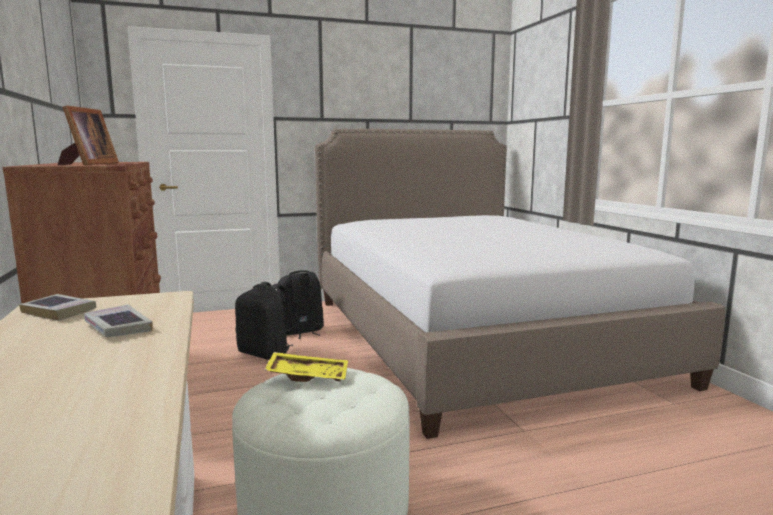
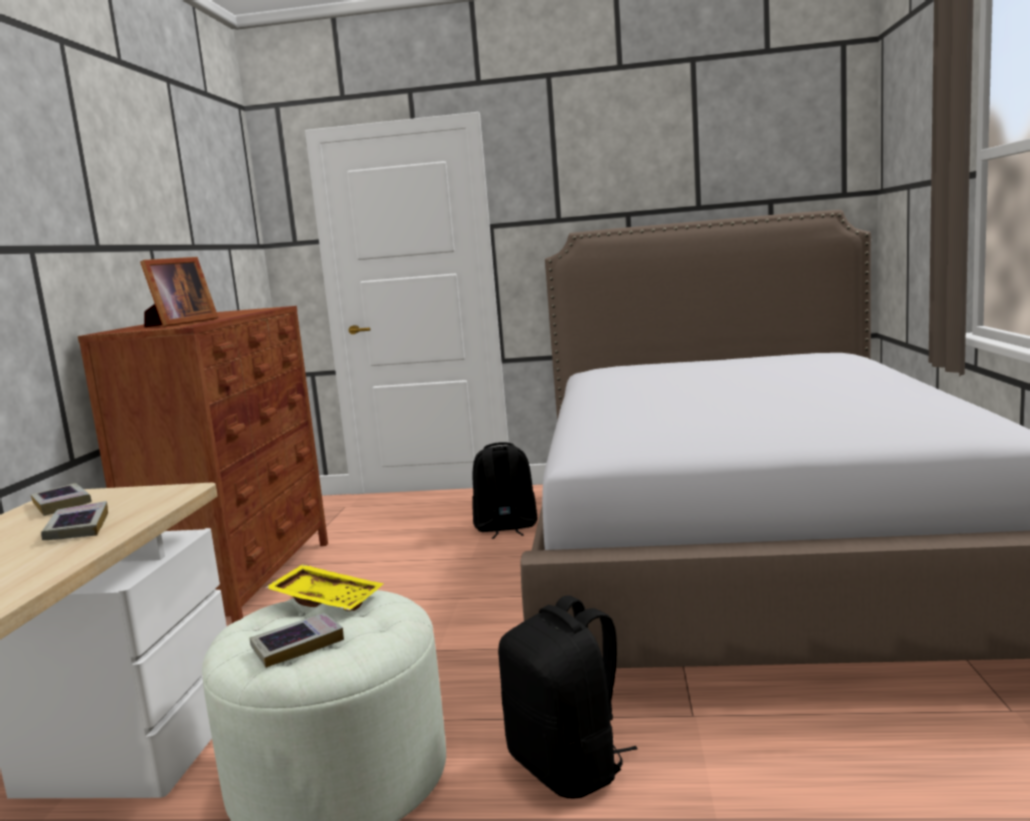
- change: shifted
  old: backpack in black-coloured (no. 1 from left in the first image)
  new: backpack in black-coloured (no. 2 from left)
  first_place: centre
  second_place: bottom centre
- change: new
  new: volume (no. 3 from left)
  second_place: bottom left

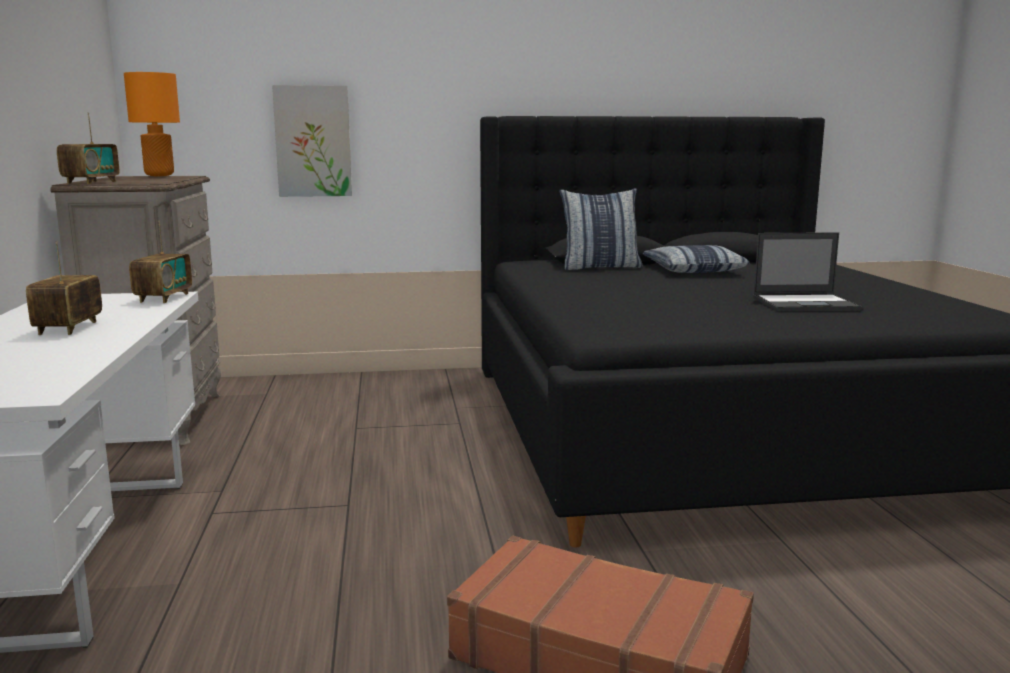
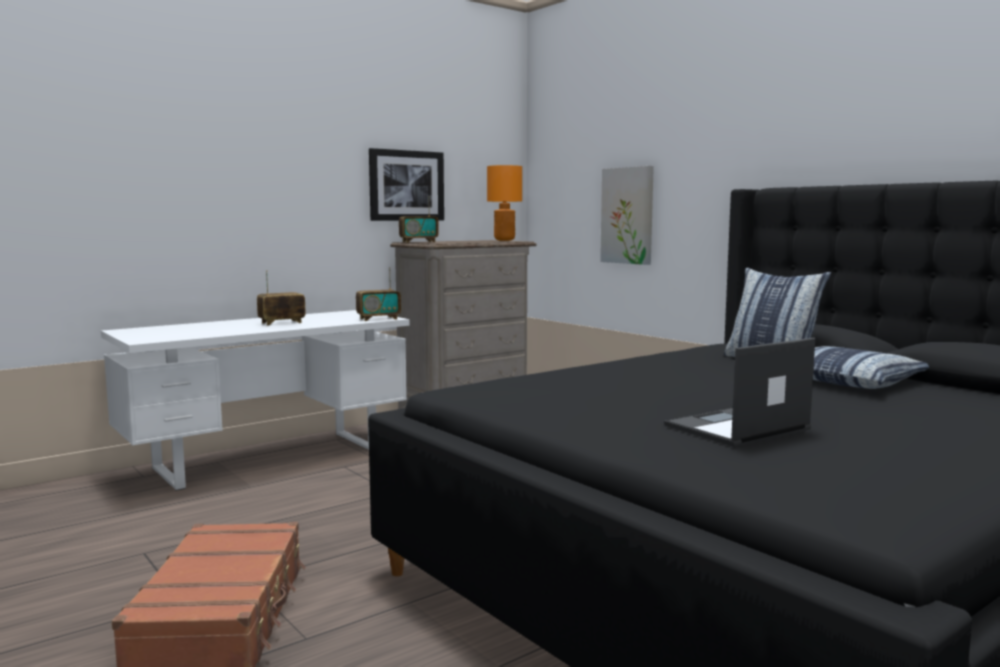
- change: rotated
  old: notebook computer
  first_place: middle right
  second_place: middle right
  degrees: 90
- change: new
  new: picture (no. 1 from left)
  second_place: top centre

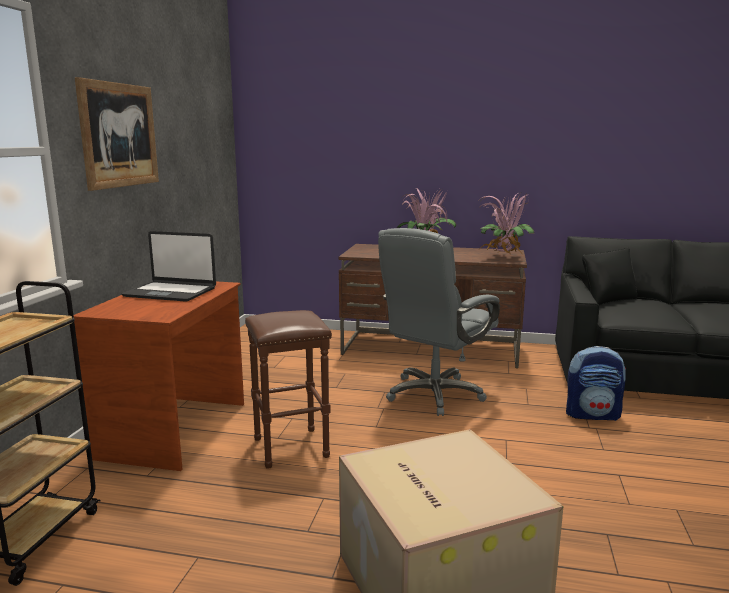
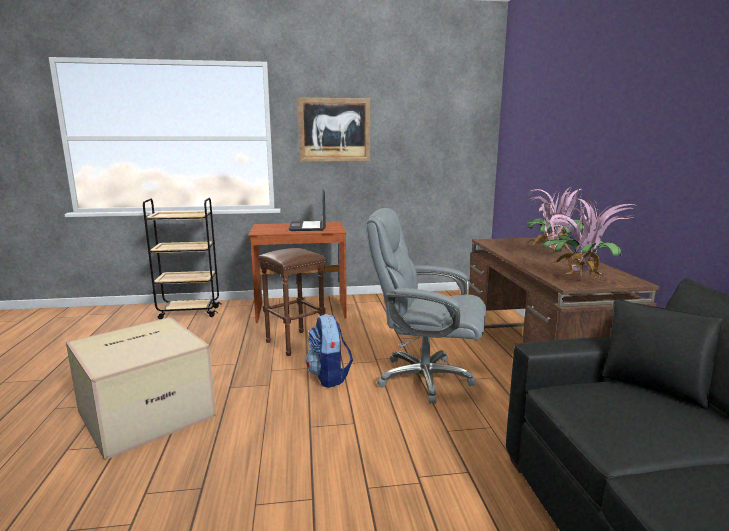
- change: shifted
  old: backpack
  first_place: middle right
  second_place: centre

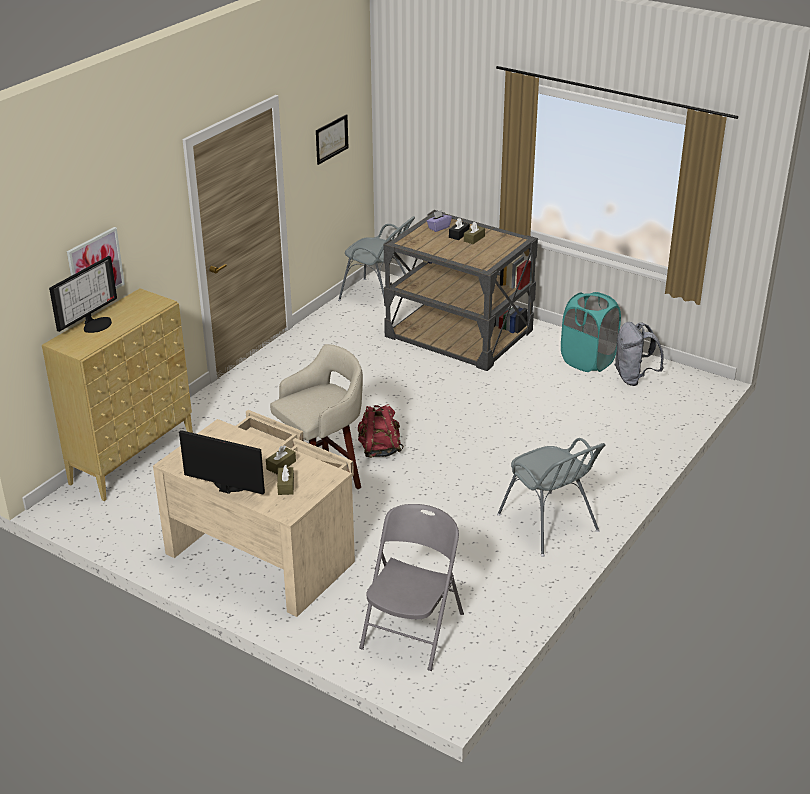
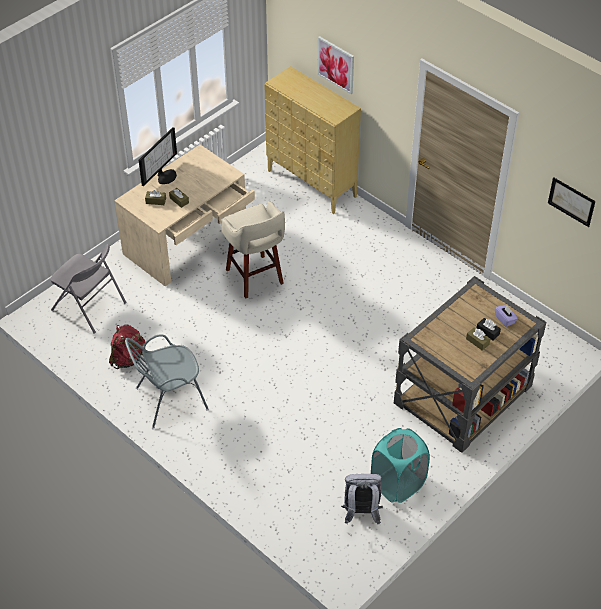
- change: gone
  old: plain chair in greyish (no. 1 from left)
  first_place: top centre
- change: gone
  old: monitor (no. 1 from left)
  first_place: middle left
- change: shifted
  old: backpack in reddish
  first_place: centre
  second_place: middle left

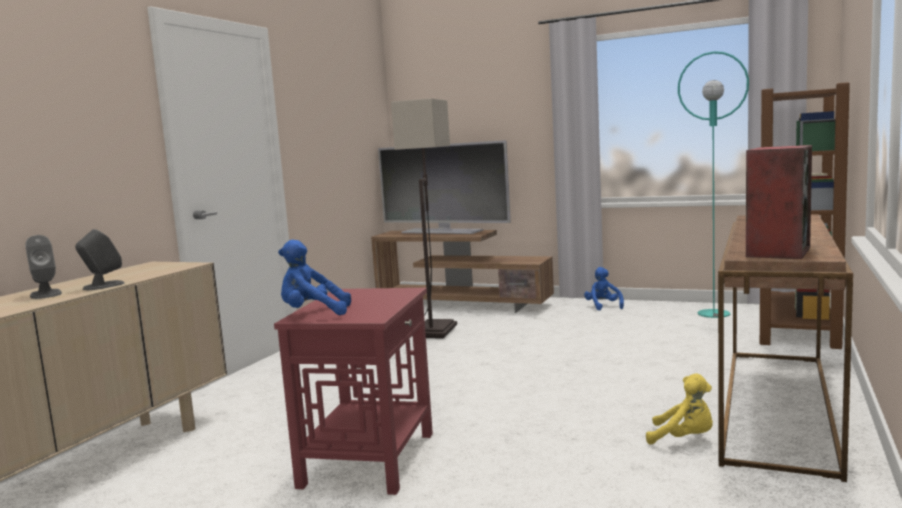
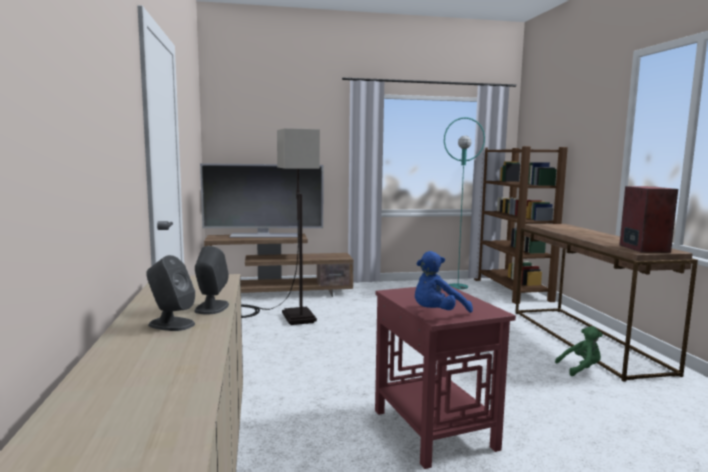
- change: gone
  old: plush toy in blue-coloured (no. 2 from left)
  first_place: middle right
- change: repainted
  old: plush toy in yellow
  new: plush toy in green
  first_place: bottom right
  second_place: bottom right

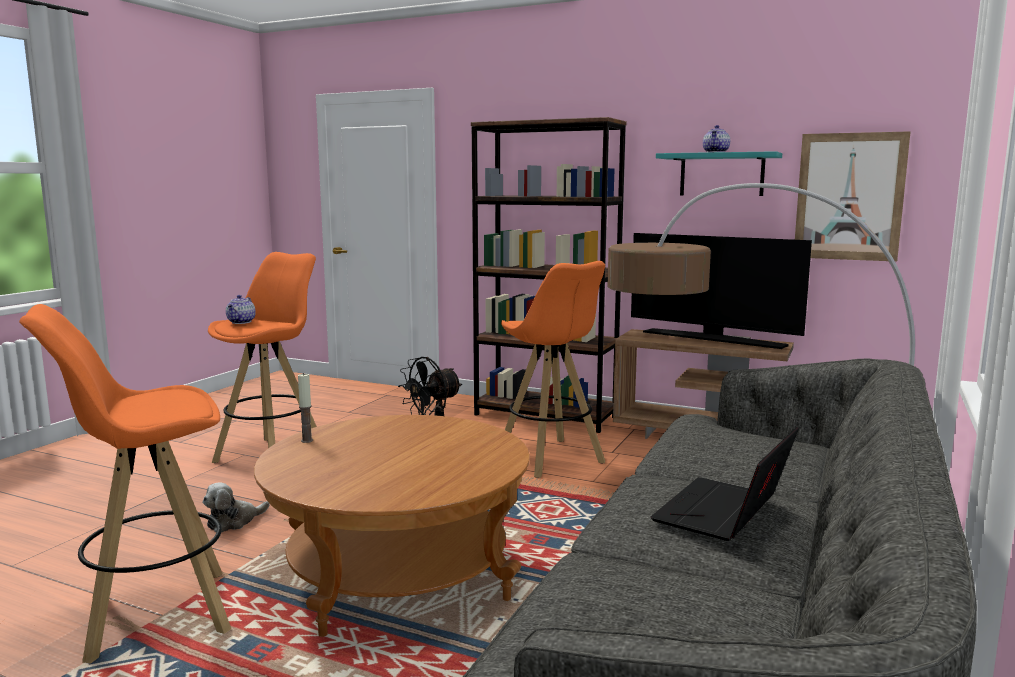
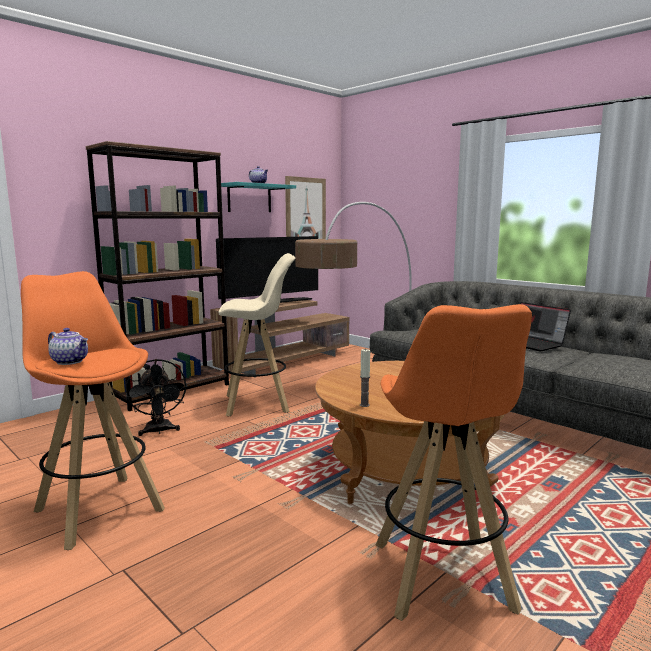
- change: repainted
  old: sitting stool in orange (no. 3 from left)
  new: sitting stool in sand-coloured
  first_place: centre
  second_place: centre
- change: gone
  old: plush toy
  first_place: bottom left

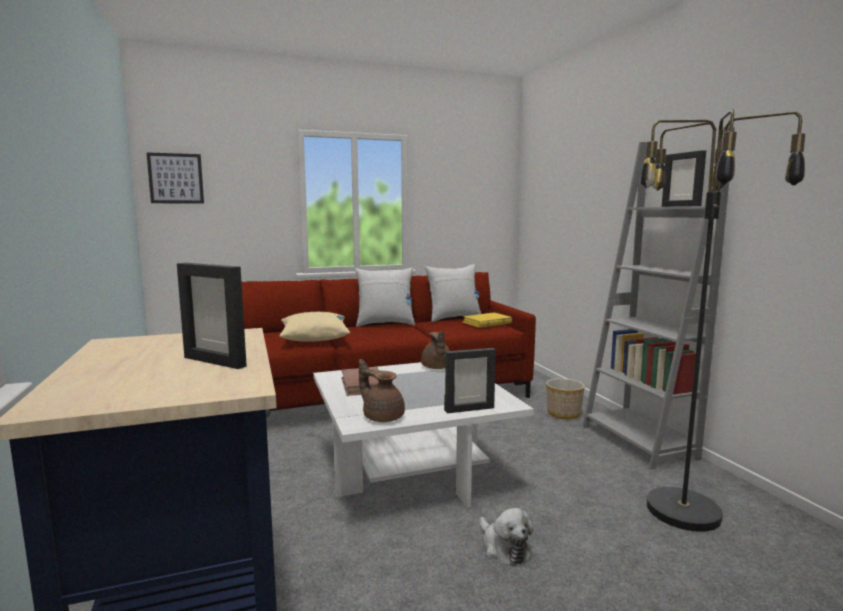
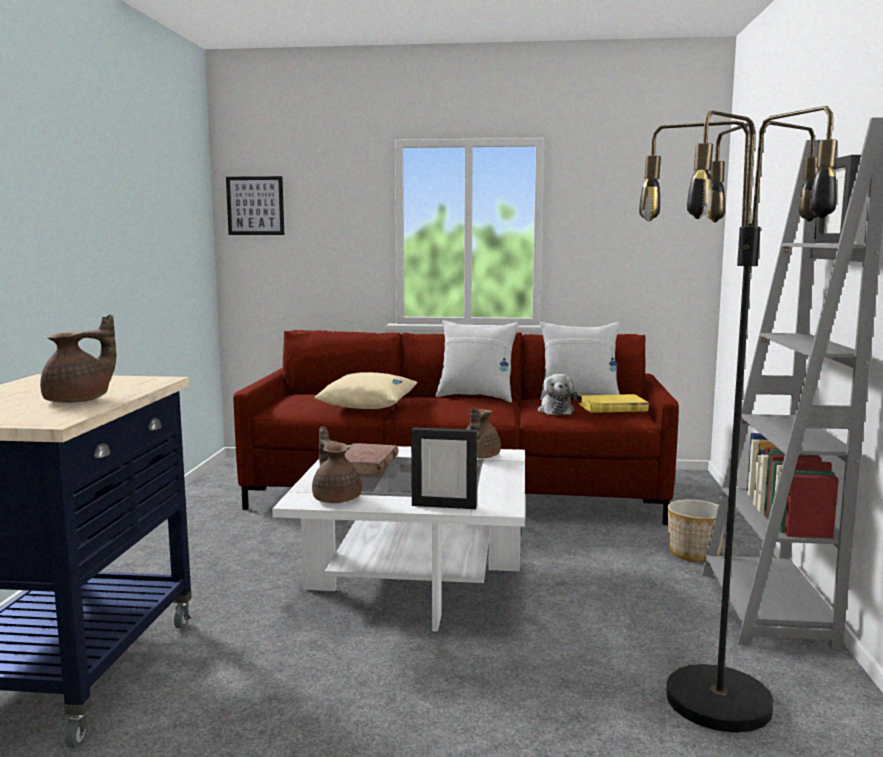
- change: swapped
  old: standing frame (no. 1 from left)
  new: tea pot in brownish (no. 1 from left)
  first_place: middle left
  second_place: middle left
- change: shifted
  old: plush toy
  first_place: bottom centre
  second_place: centre

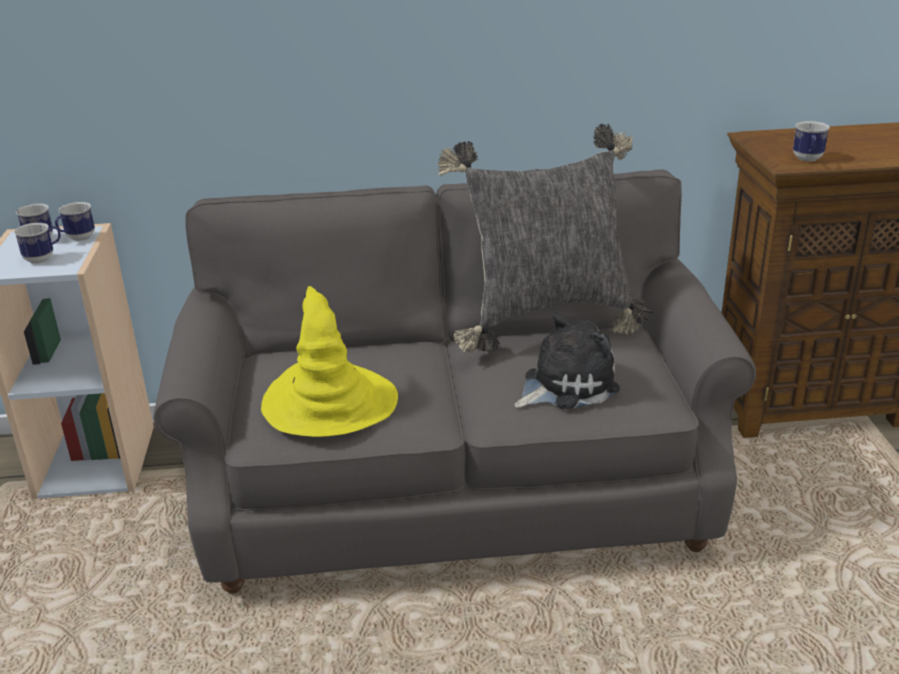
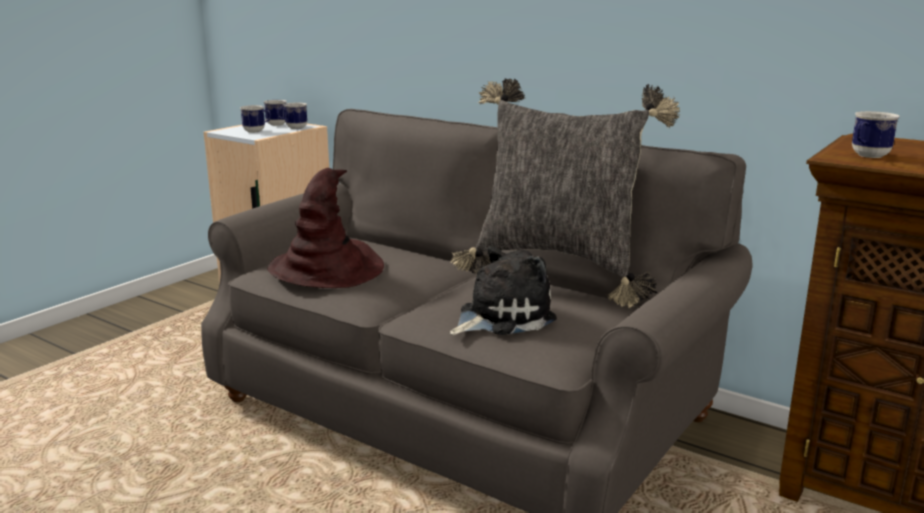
- change: repainted
  old: wearable hat in yellow
  new: wearable hat in brownish
  first_place: centre
  second_place: centre
- change: rotated
  old: plush toy
  first_place: centre
  second_place: centre
  degrees: -45

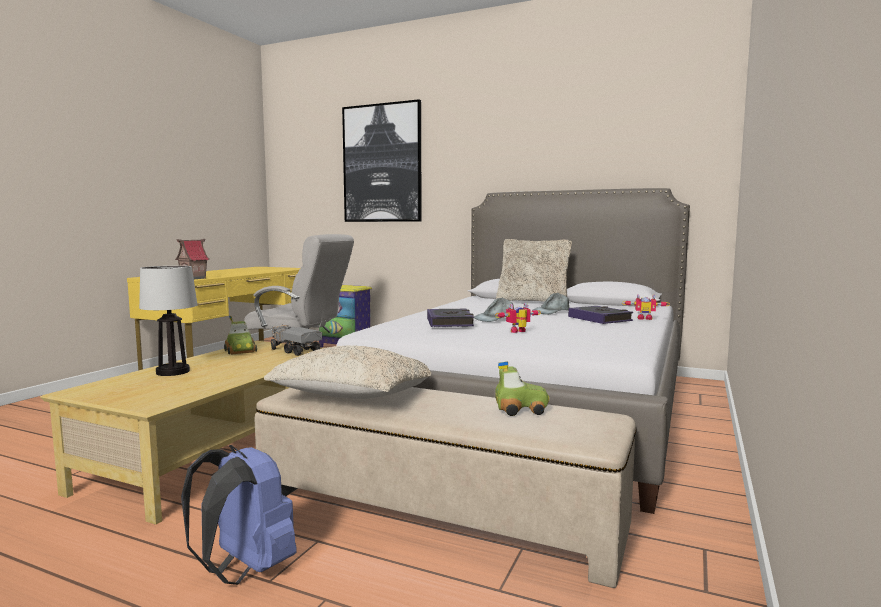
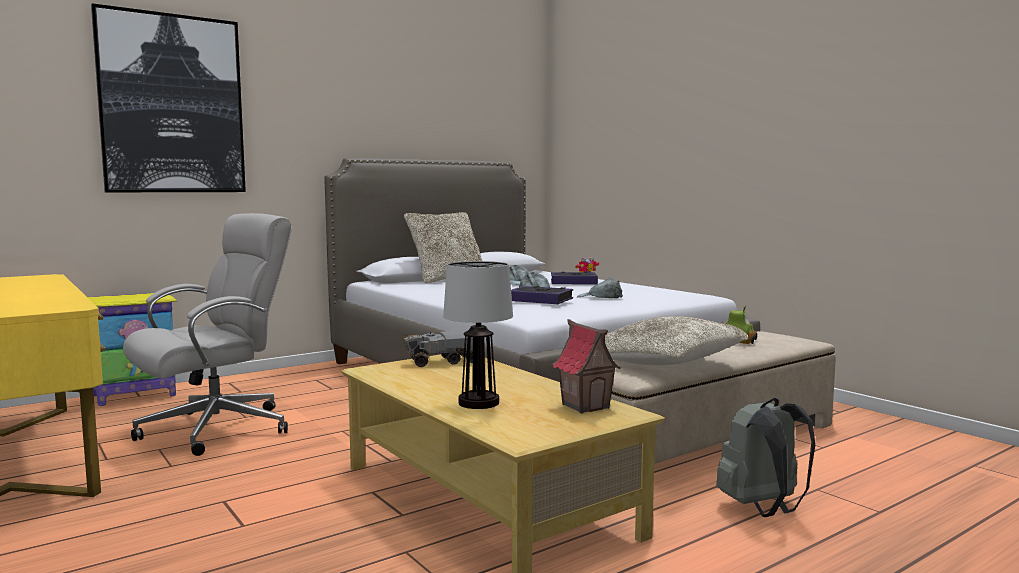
- change: shifted
  old: miniature house
  first_place: middle left
  second_place: centre
- change: swapped
  old: model robot (no. 1 from left)
  new: cap in greyish (no. 3 from left)
  first_place: centre
  second_place: centre
- change: gone
  old: miniature car (no. 1 from left)
  first_place: middle left
- change: repainted
  old: backpack in blue-coloured
  new: backpack in greyish
  first_place: bottom left
  second_place: bottom right

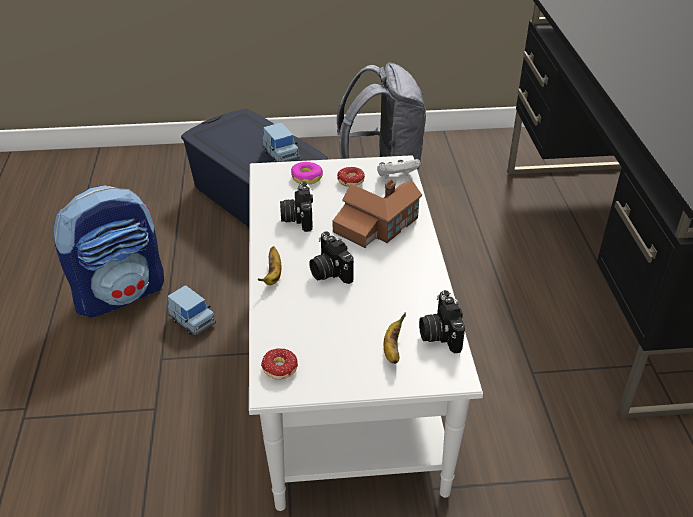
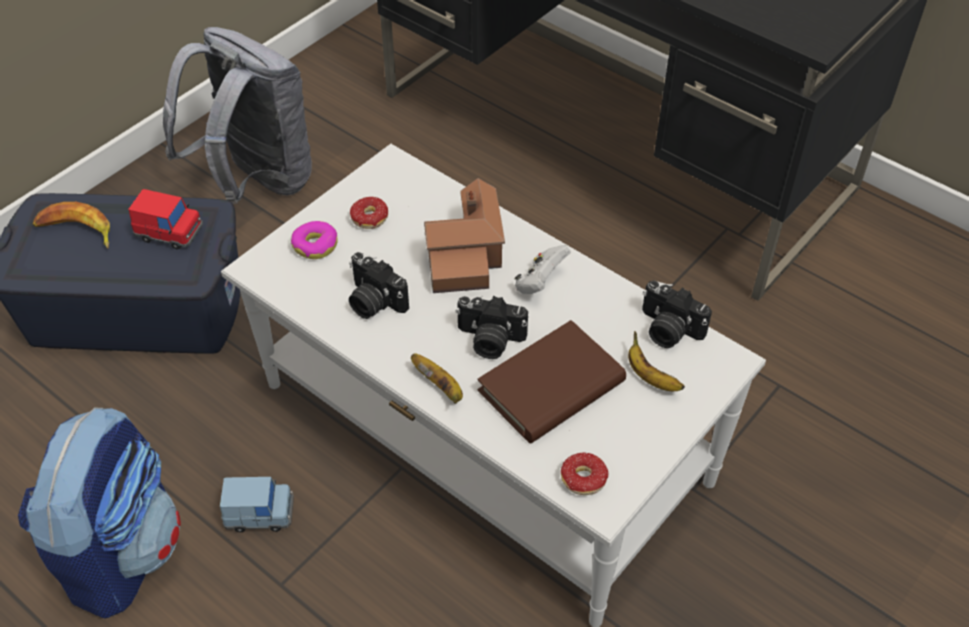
- change: repainted
  old: miniature car in blue-coloured (no. 2 from left)
  new: miniature car in reddish
  first_place: top centre
  second_place: middle left
- change: shifted
  old: joypad in white
  first_place: top centre
  second_place: centre
- change: new
  new: banana (no. 1 from left)
  second_place: middle left
- change: new
  new: volume in brownish
  second_place: centre

